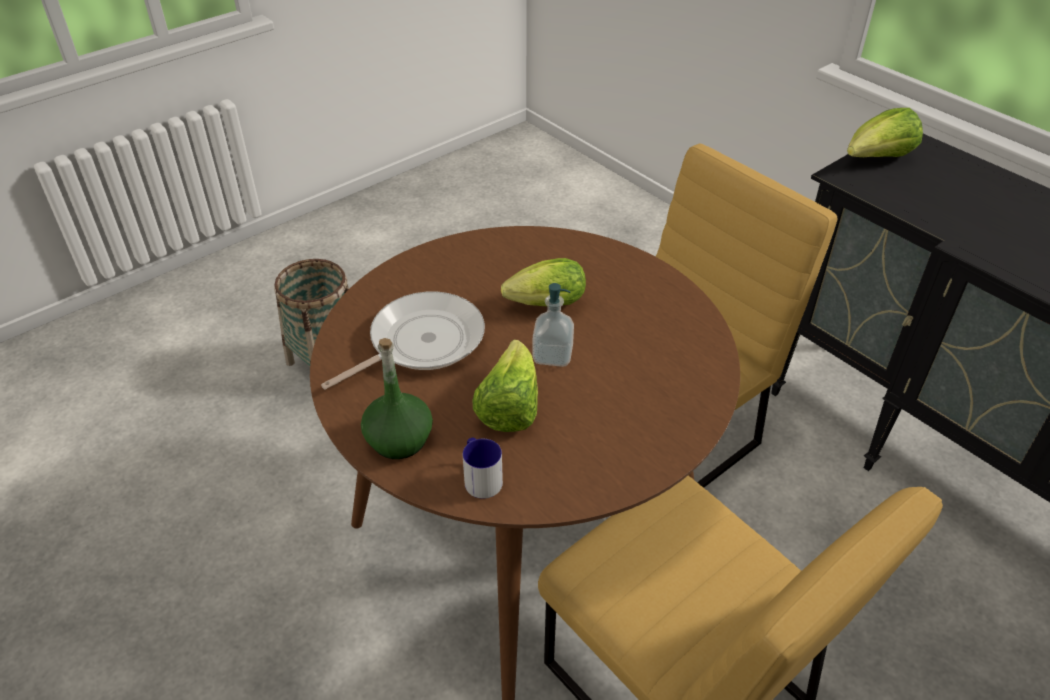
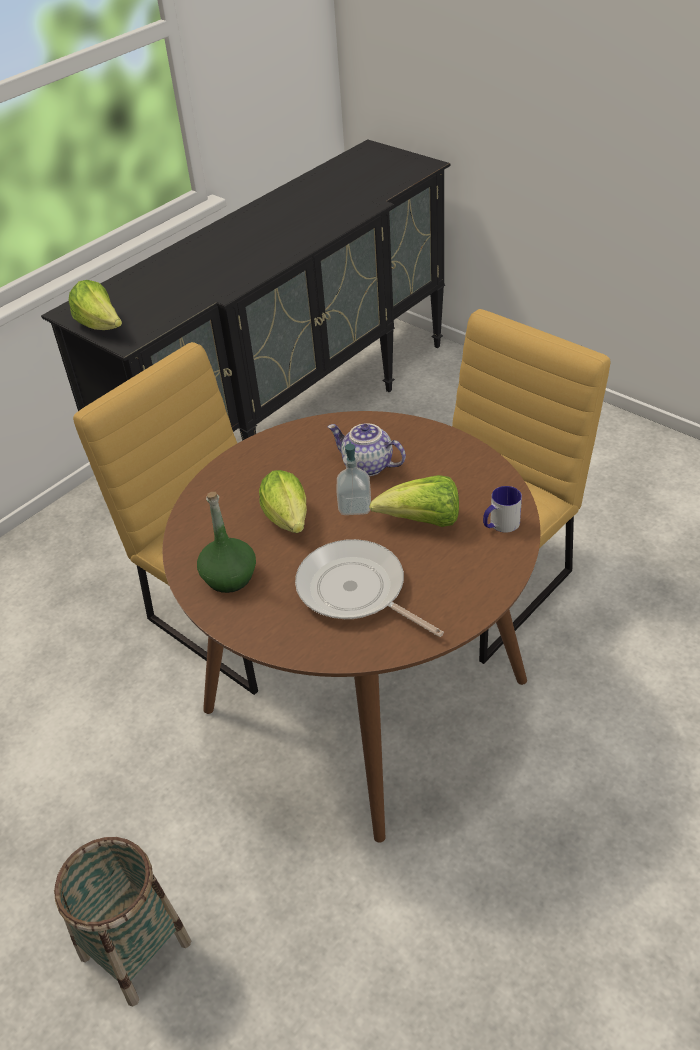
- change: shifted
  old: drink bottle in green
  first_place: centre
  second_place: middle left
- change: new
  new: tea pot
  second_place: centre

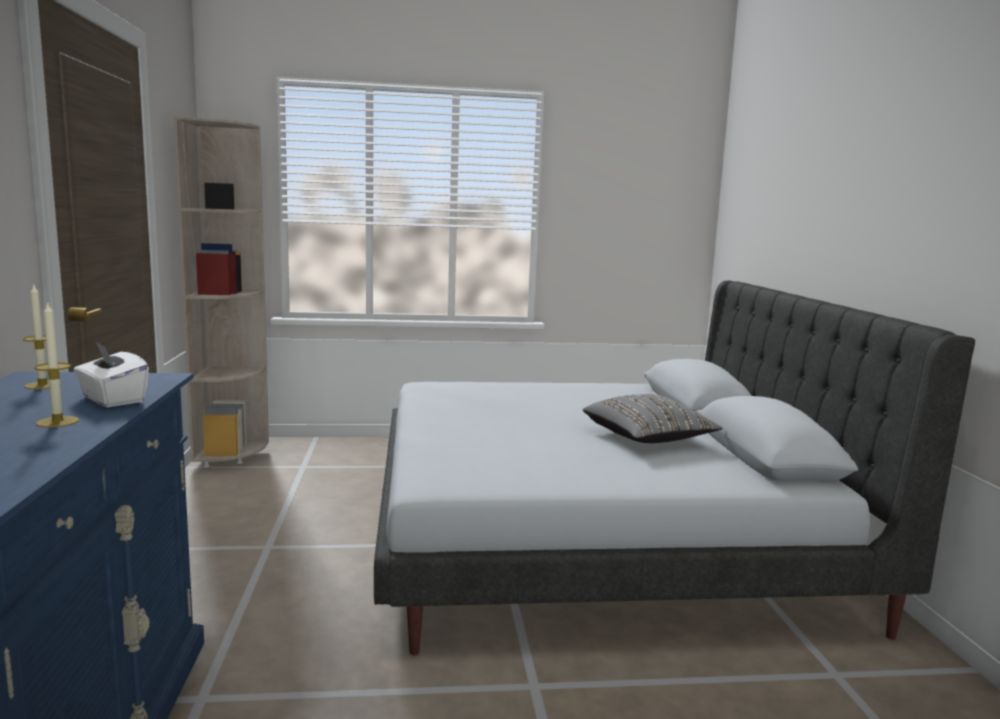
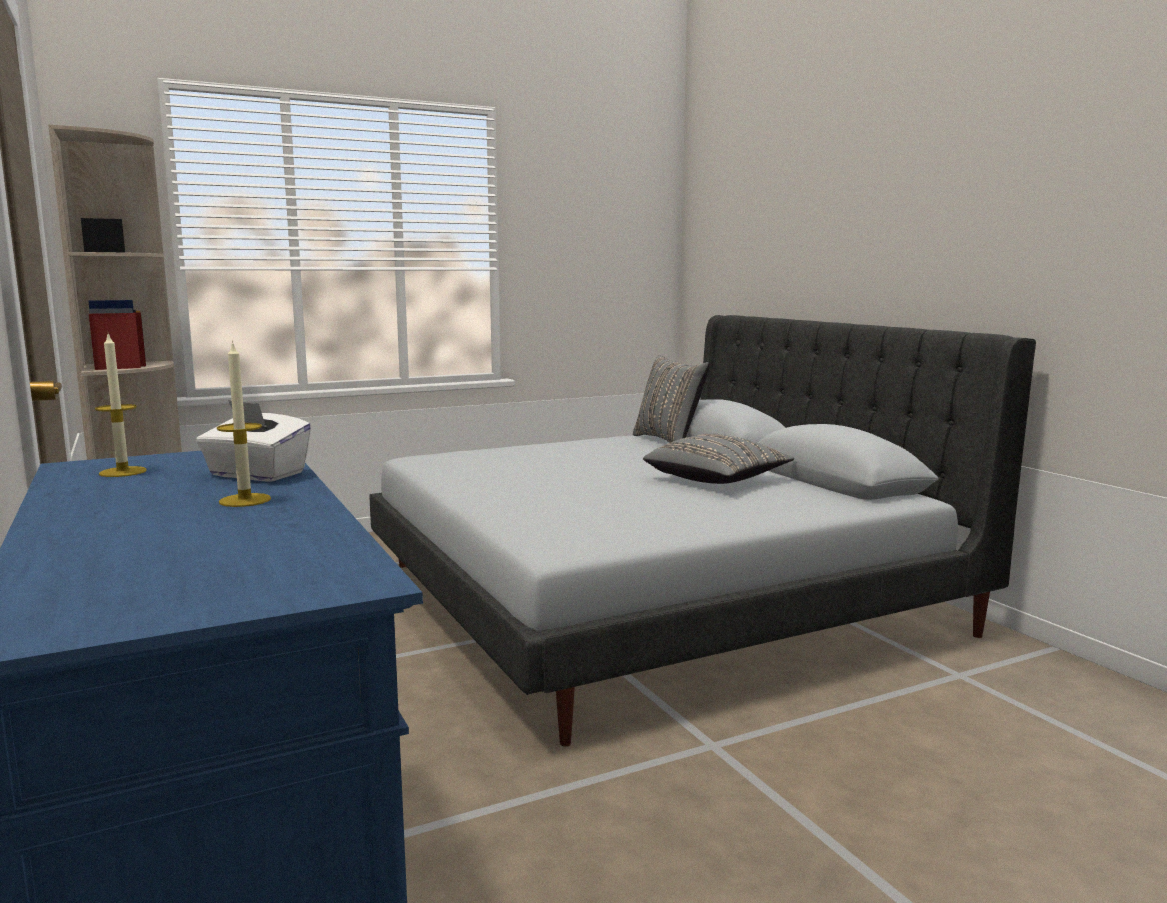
- change: new
  new: throw pillow in greyish (no. 1 from left)
  second_place: centre

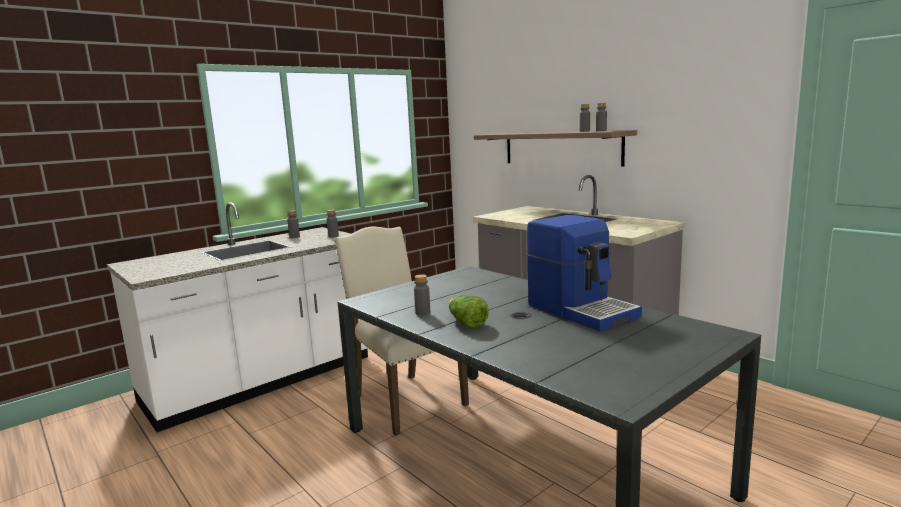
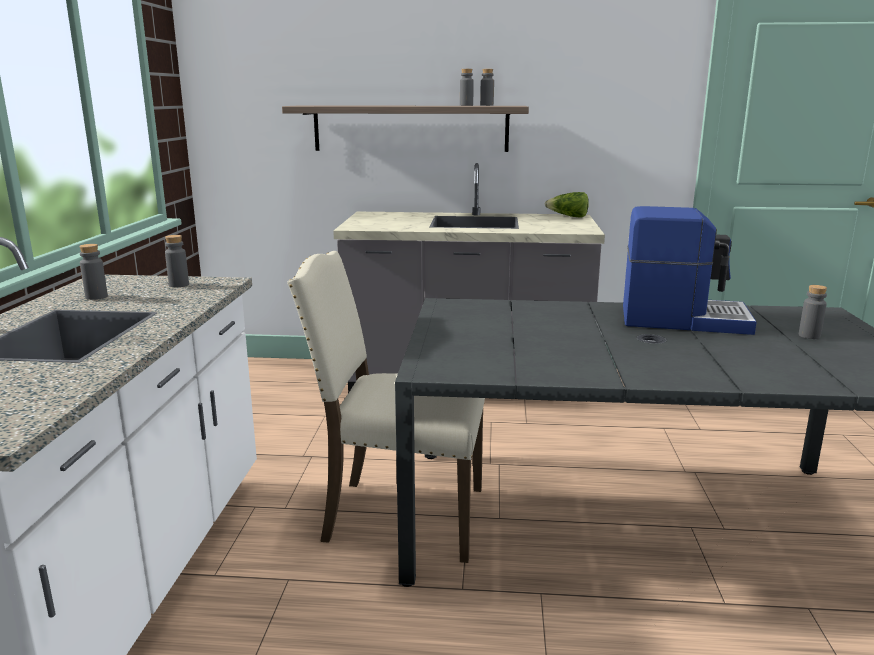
- change: shifted
  old: drink bottle in greyish (no. 3 from left in the first image)
  new: drink bottle in greyish (no. 5 from left)
  first_place: centre
  second_place: middle right
- change: shifted
  old: head of lettuce
  first_place: centre
  second_place: top centre

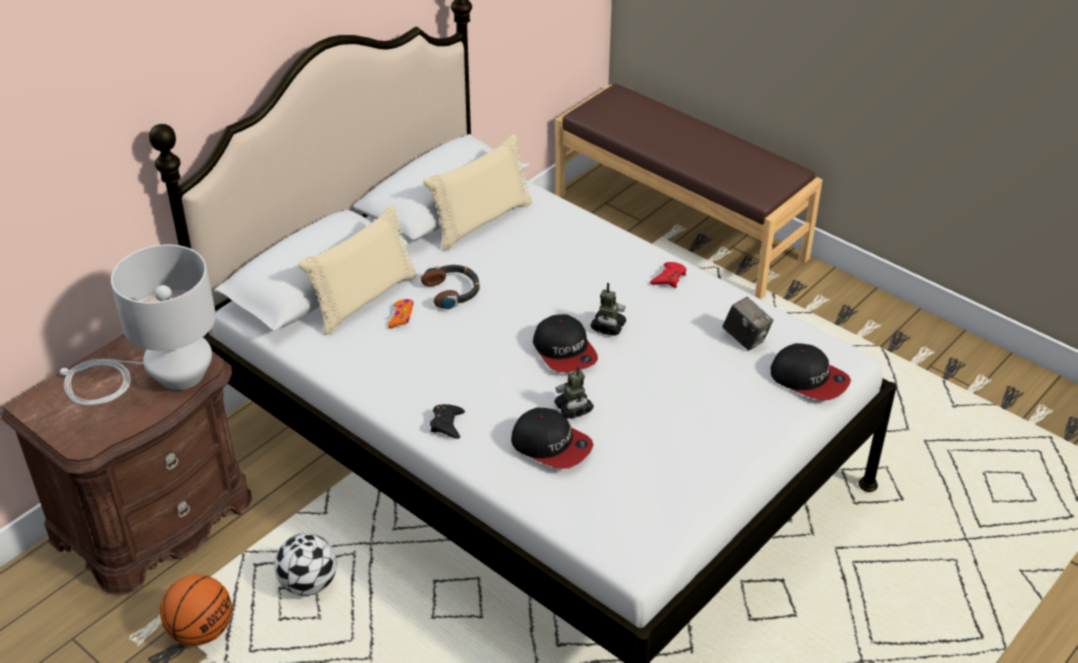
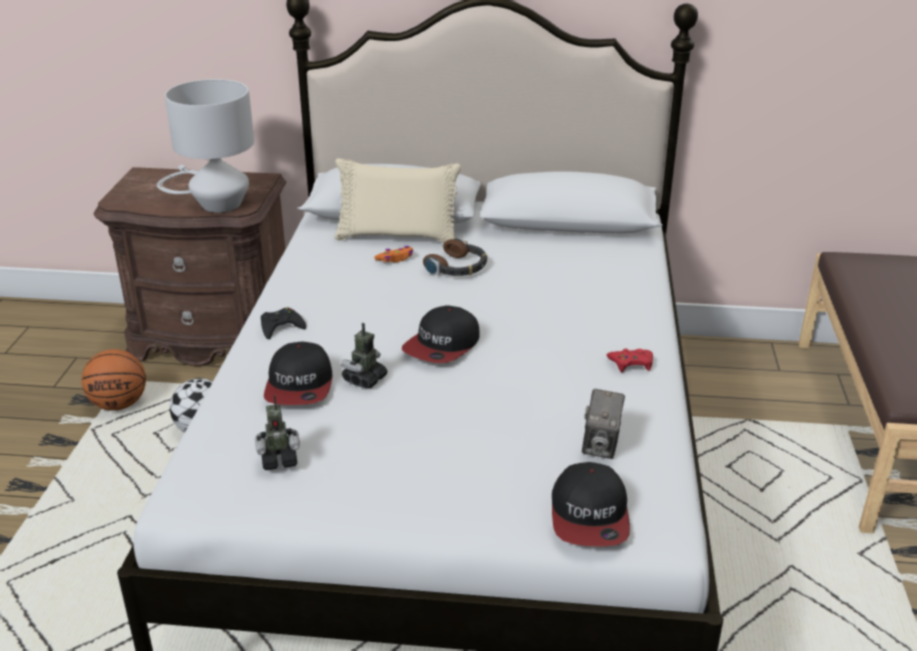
- change: gone
  old: throw pillow in sand-coloured (no. 2 from left)
  first_place: top centre
- change: shifted
  old: model robot (no. 2 from left in the first image)
  new: model robot (no. 1 from left)
  first_place: centre
  second_place: middle left

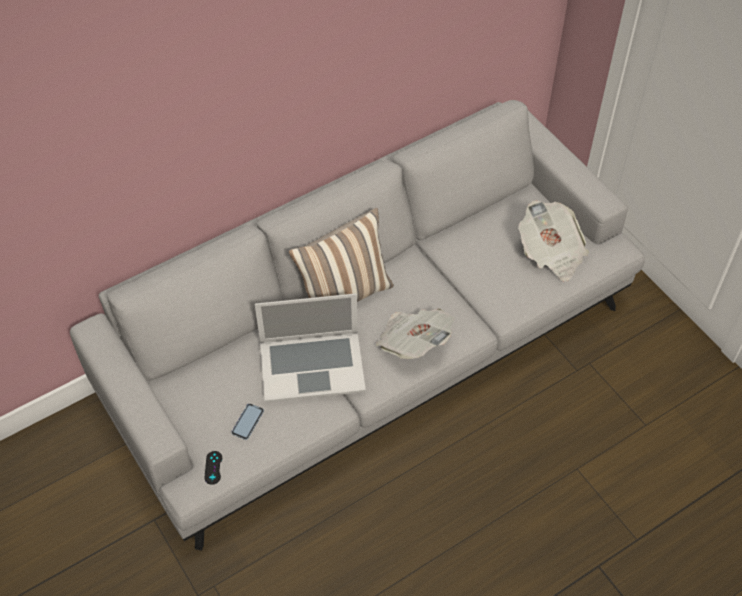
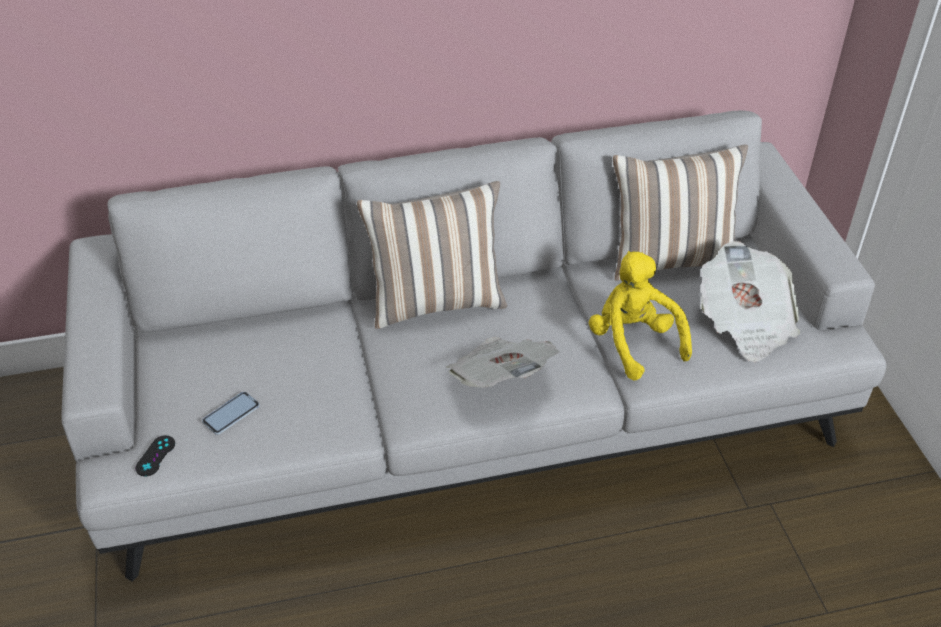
- change: gone
  old: notebook computer
  first_place: centre
- change: new
  new: throw pillow (no. 2 from left)
  second_place: middle right
- change: new
  new: plush toy in yellow
  second_place: middle right

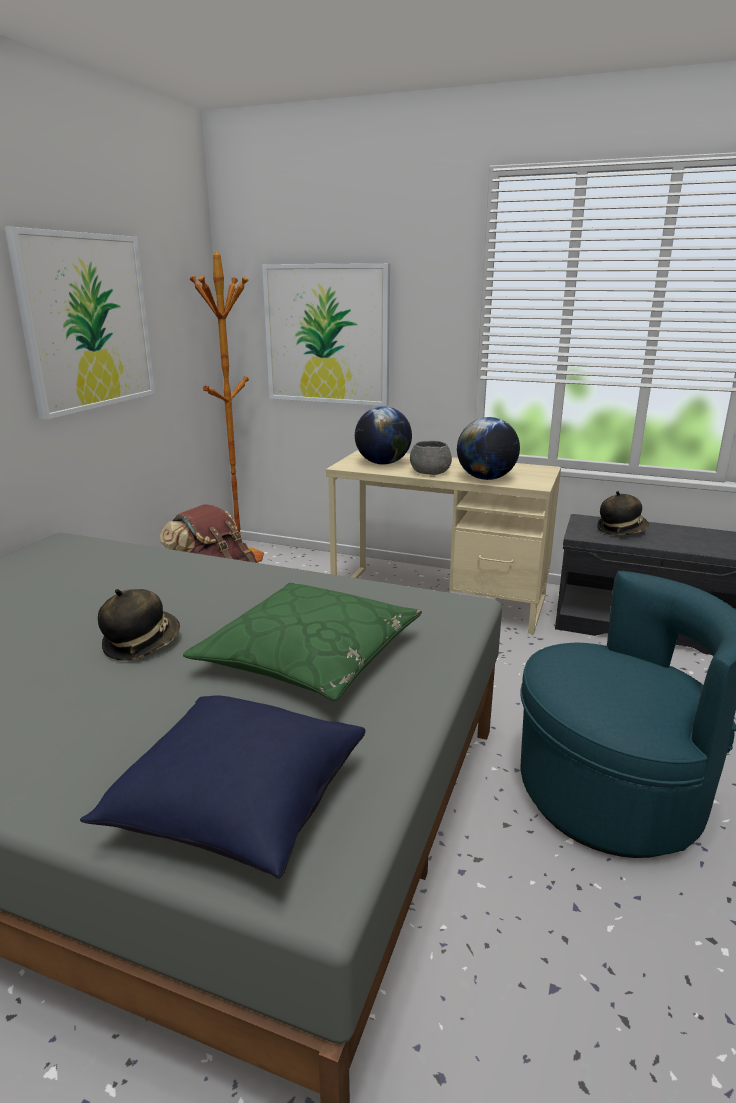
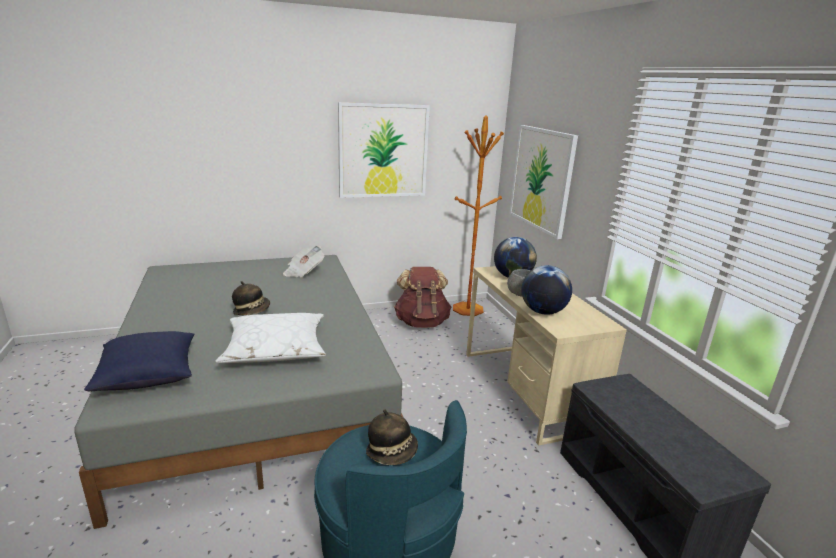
- change: shifted
  old: wearable hat (no. 2 from left)
  first_place: middle right
  second_place: bottom centre
- change: repainted
  old: throw pillow in green
  new: throw pillow in white
  first_place: centre
  second_place: middle left
- change: new
  new: newspaper
  second_place: centre

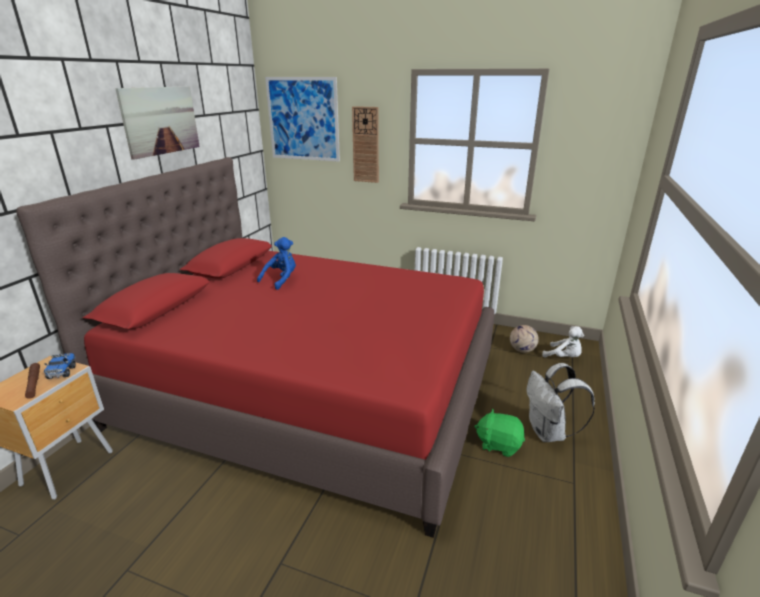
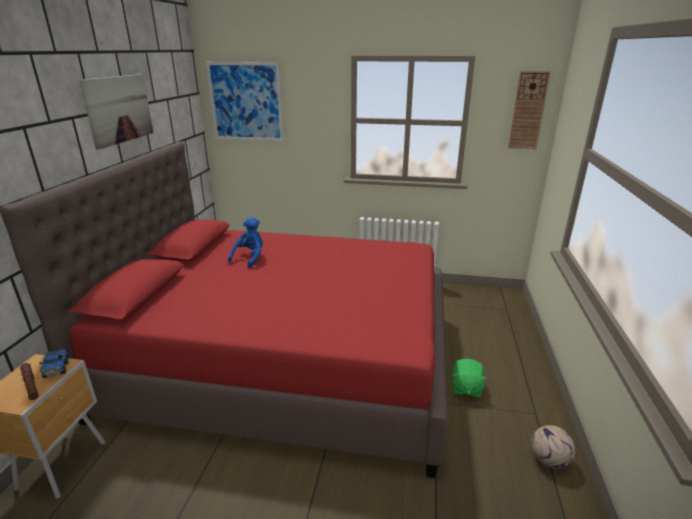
- change: shifted
  old: clock on the wall
  first_place: top centre
  second_place: top right
- change: shifted
  old: football ball
  first_place: middle right
  second_place: bottom right
- change: gone
  old: plush toy in white
  first_place: middle right
- change: gone
  old: backpack in white
  first_place: bottom right
- change: rotated
  old: plush toy in green
  first_place: bottom centre
  second_place: bottom right
  degrees: -90

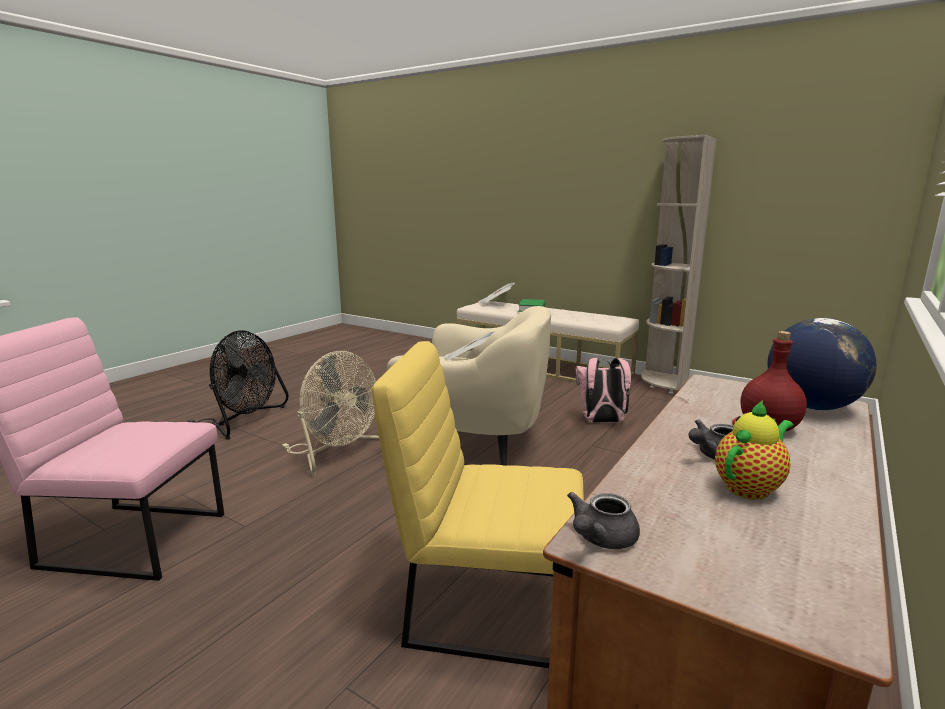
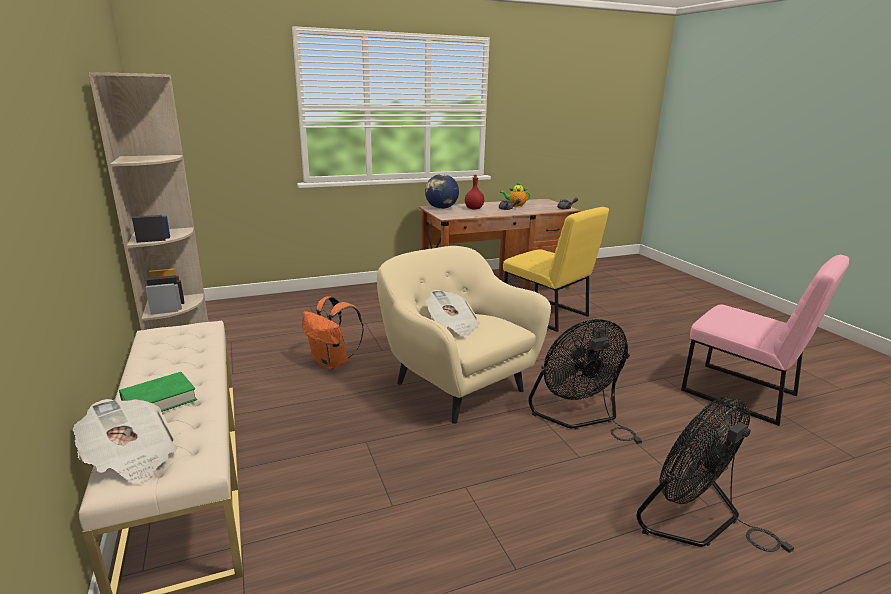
- change: repainted
  old: fan in sand-coloured
  new: fan in black-coloured (no. 1 from left)
  first_place: centre
  second_place: centre
- change: repainted
  old: backpack in pinkish
  new: backpack in orange
  first_place: centre
  second_place: centre

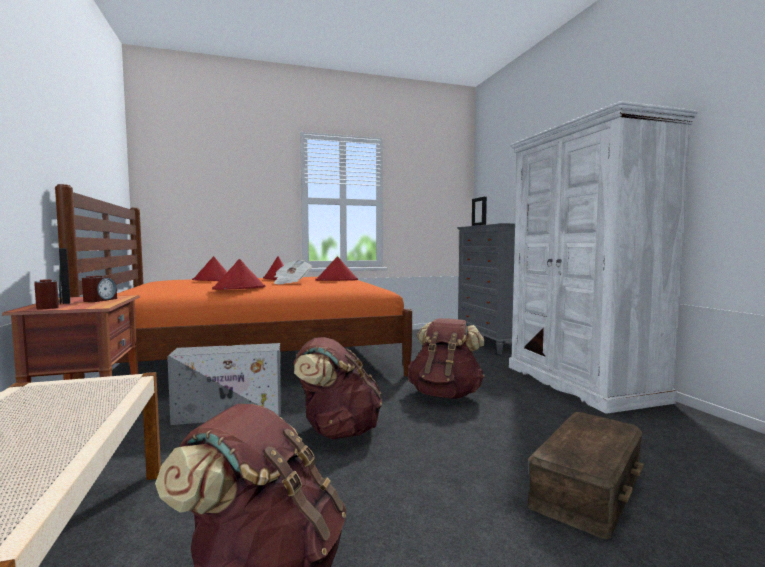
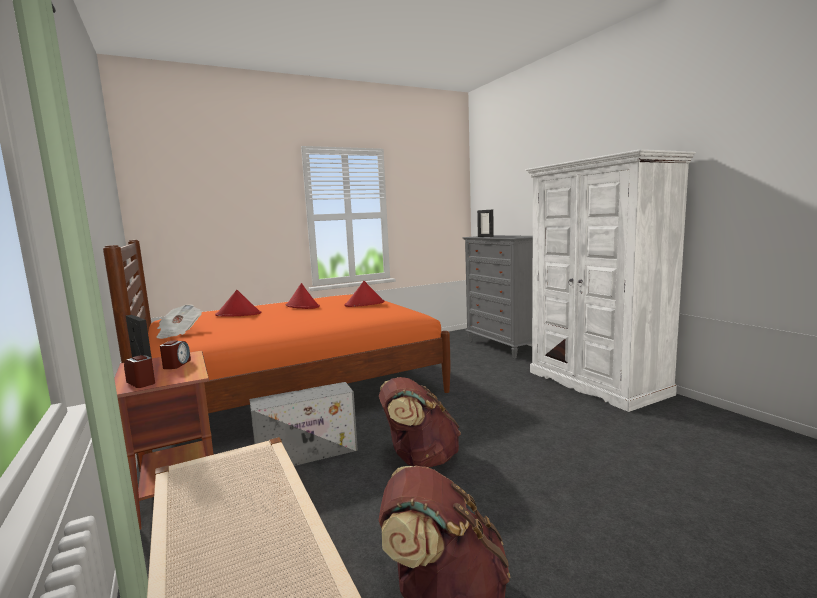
- change: gone
  old: wearable hat in reddish (no. 2 from left)
  first_place: middle left
- change: shifted
  old: newspaper
  first_place: centre
  second_place: middle left
- change: gone
  old: backpack in brownish (no. 3 from left)
  first_place: centre
- change: gone
  old: storage container in brownish
  first_place: bottom right

